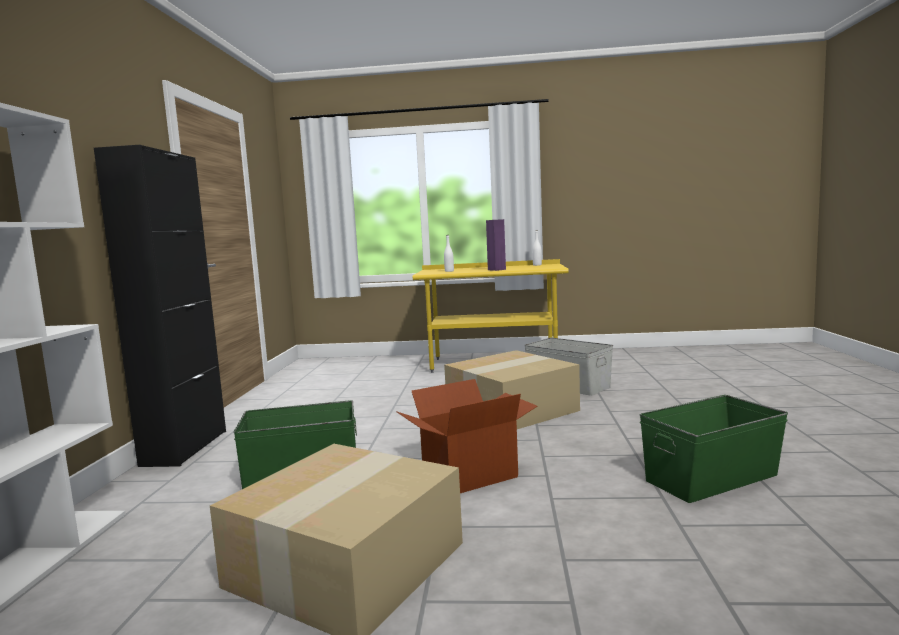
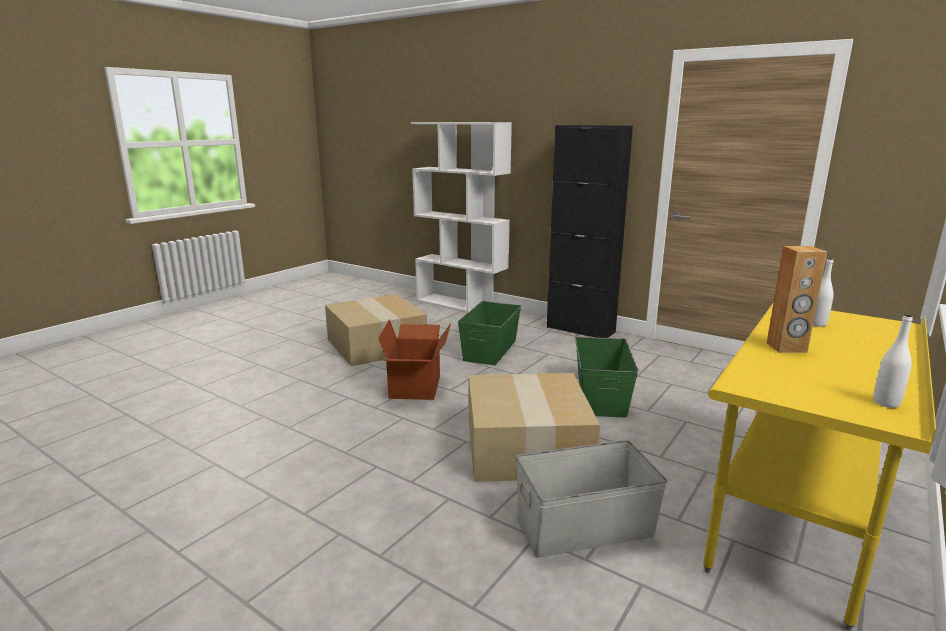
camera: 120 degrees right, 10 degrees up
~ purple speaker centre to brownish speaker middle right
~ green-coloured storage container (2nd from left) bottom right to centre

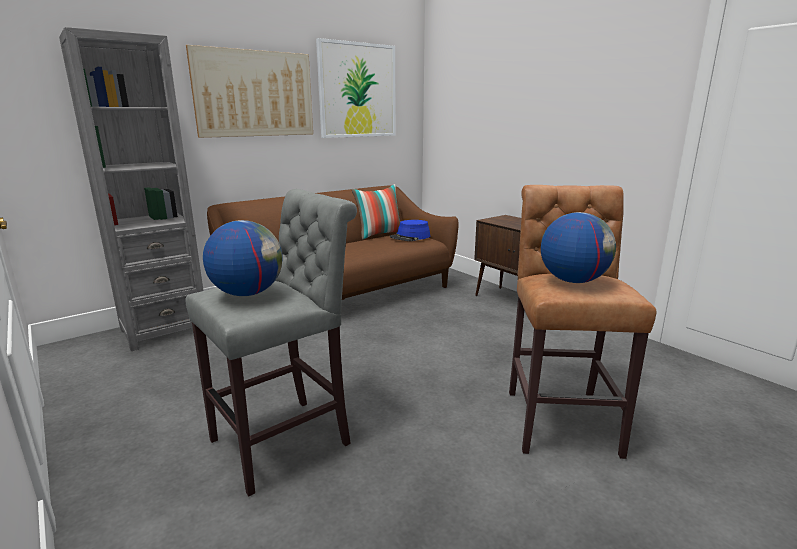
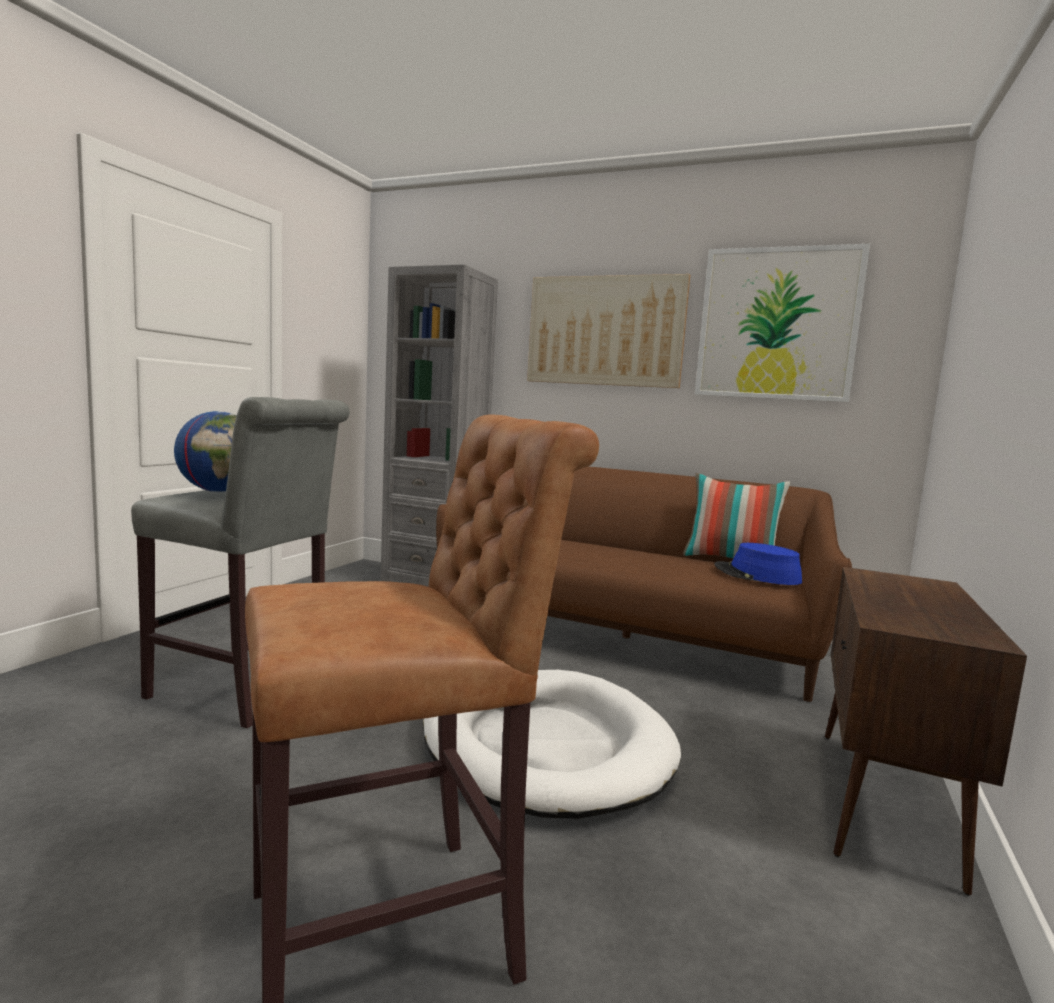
camera: 60 degrees right, 10 degrees down
- globe (2nd from left) middle right
+ white-coloured dog cushion bottom centre

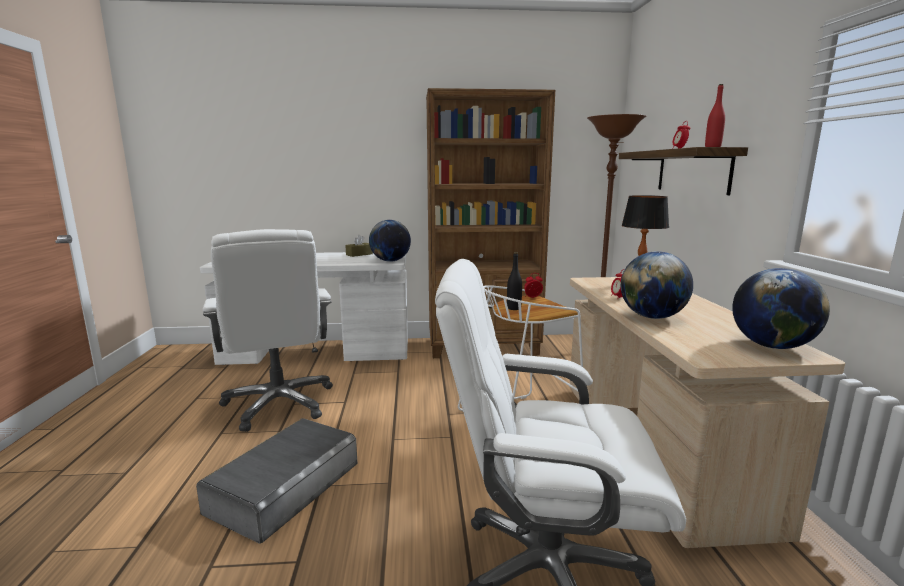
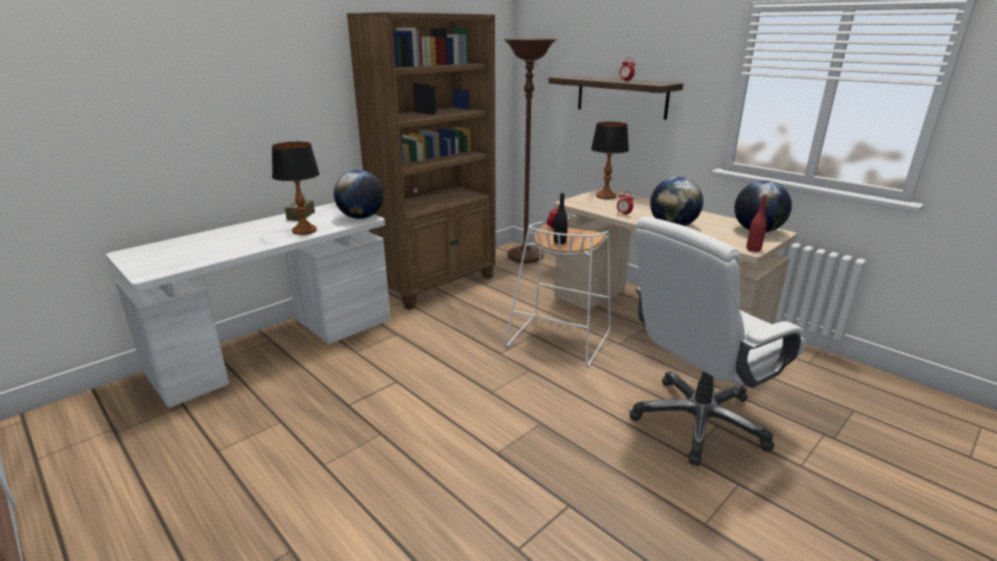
camera: 40 degrees left, 10 degrees up
~ red drink bottle top right to middle right
- white-coloured office chair (1st from left) middle left
- grey storage container bottom left
+ tabletop lamp (1st from left) middle left

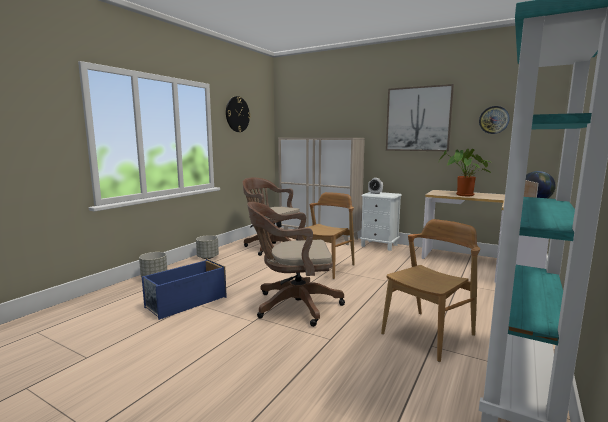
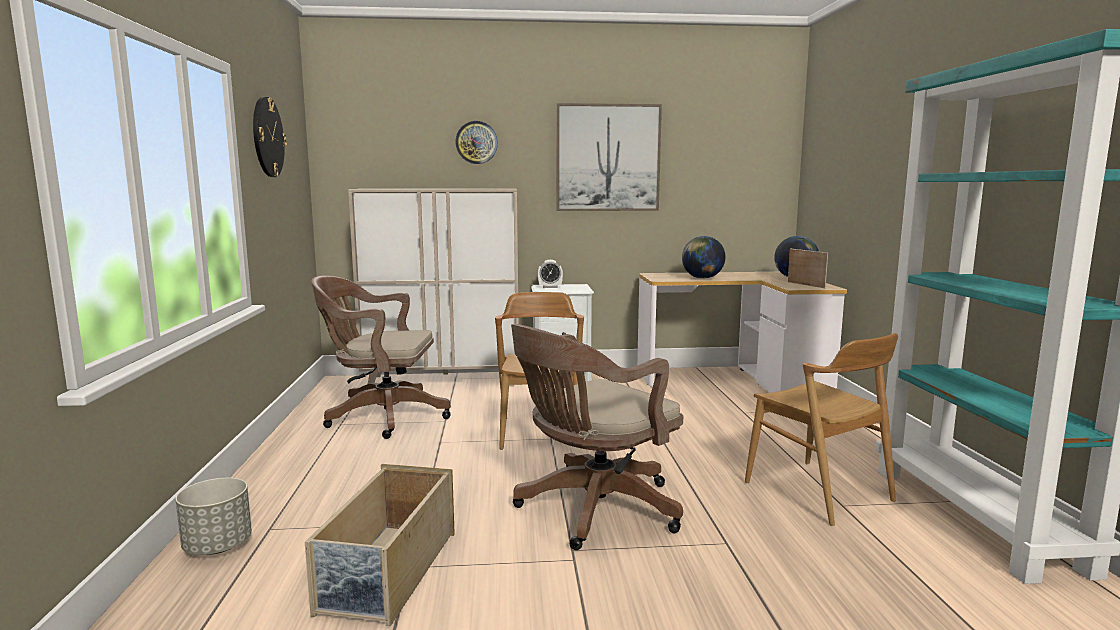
camera: 35 degrees left, 0 degrees up
~ clock on the wall (2nd from left) top right to top centre
~ houseplant middle right to globe (1st from left) centre
~ brownish upright chair (2nd from left) bottom right = bottom right 135 degrees clockwise
- grey plant pot (2nd from left) centre
~ blue storage container bottom left to beige storage container bottom centre

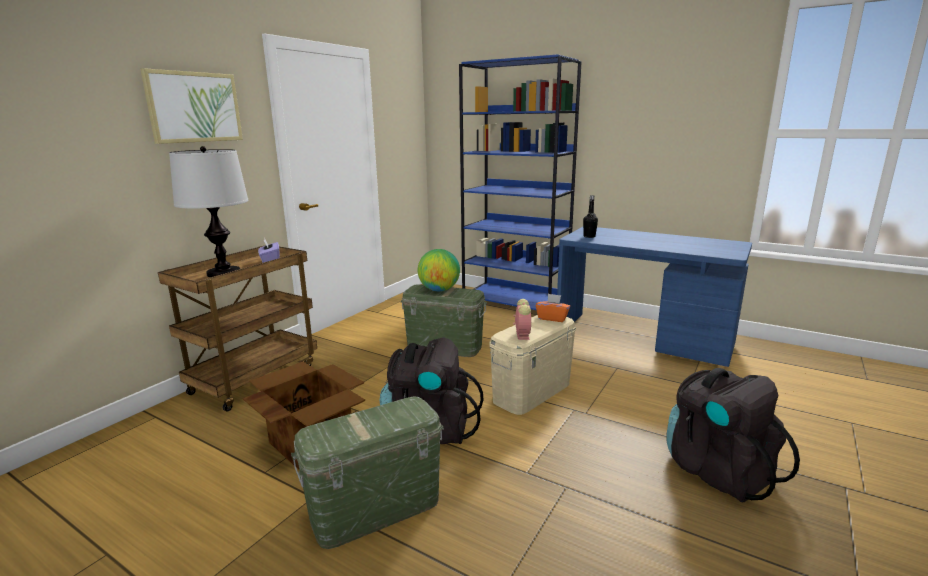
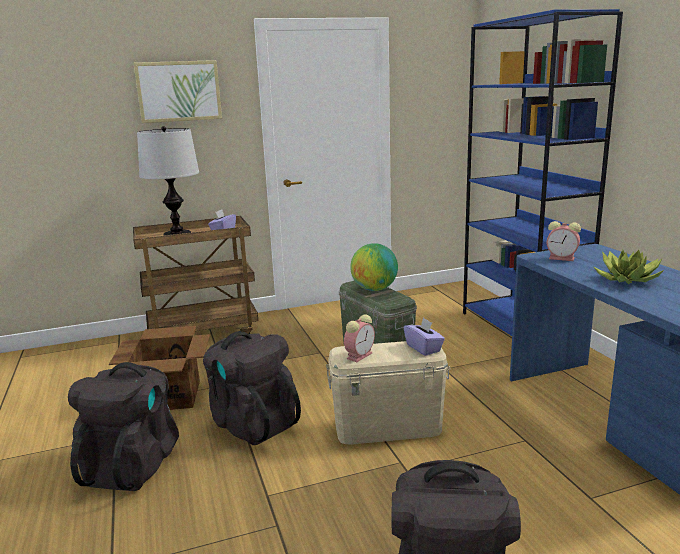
camera: 40 degrees right, 0 degrees up
~ blackish drink bottle centre to table clock (2nd from left) middle right
~ orange tissue box centre to purple tissue box (2nd from left) centre
~ green-coloured storage container (1st from left) bottom centre to blackish backpack (1st from left) bottom left
+ houseplant middle right

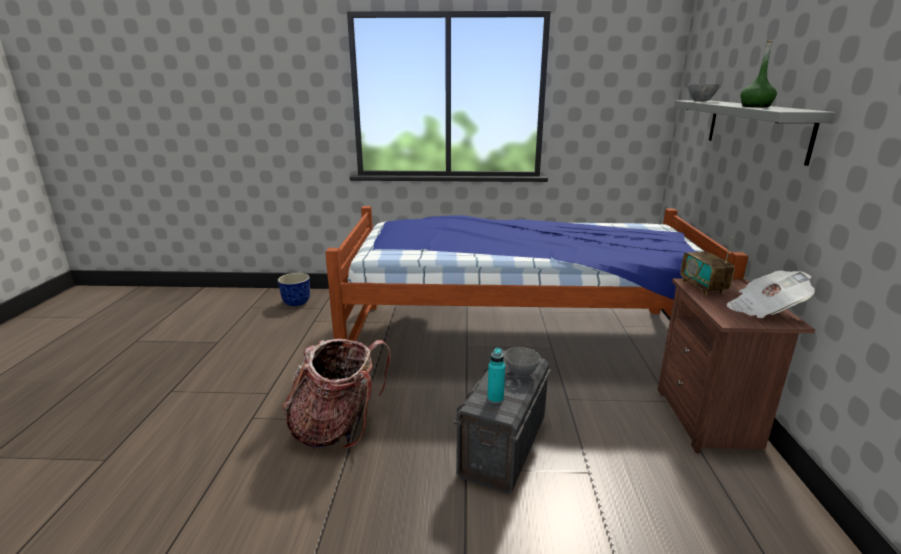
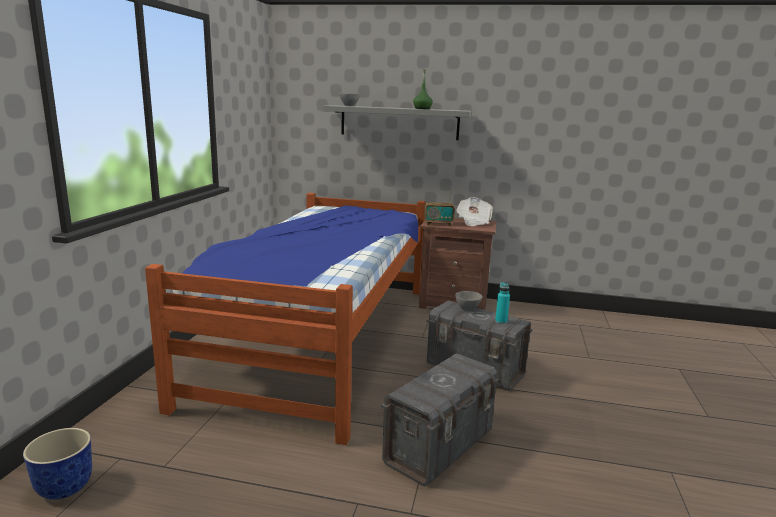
camera: 80 degrees left, 5 degrees down
~ backpack bottom centre to grey storage container (1st from left) bottom centre

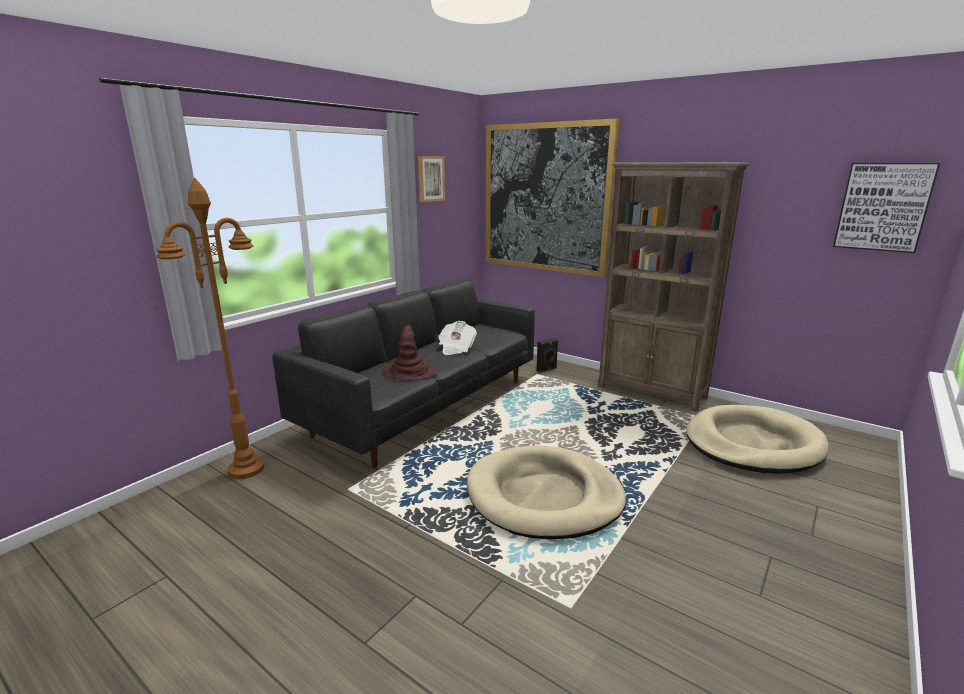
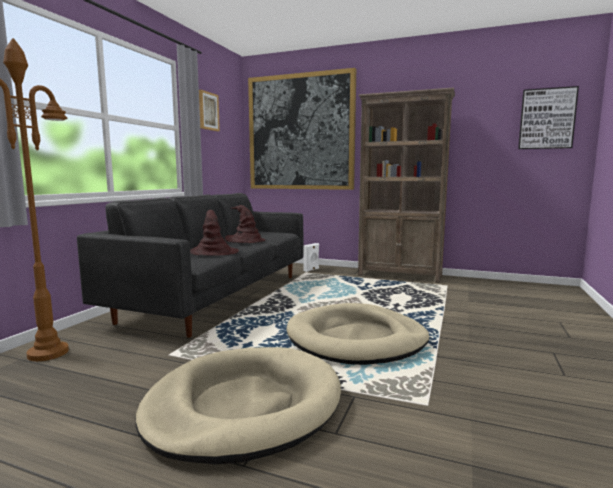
camera: 15 degrees left, 10 degrees down
~ printed paper centre to brownish wearable hat (2nd from left) centre
~ blackish speaker centre to white-coloured speaker centre
~ beige dog cushion (2nd from left in the first image) middle right to beige dog cushion (1st from left) bottom centre

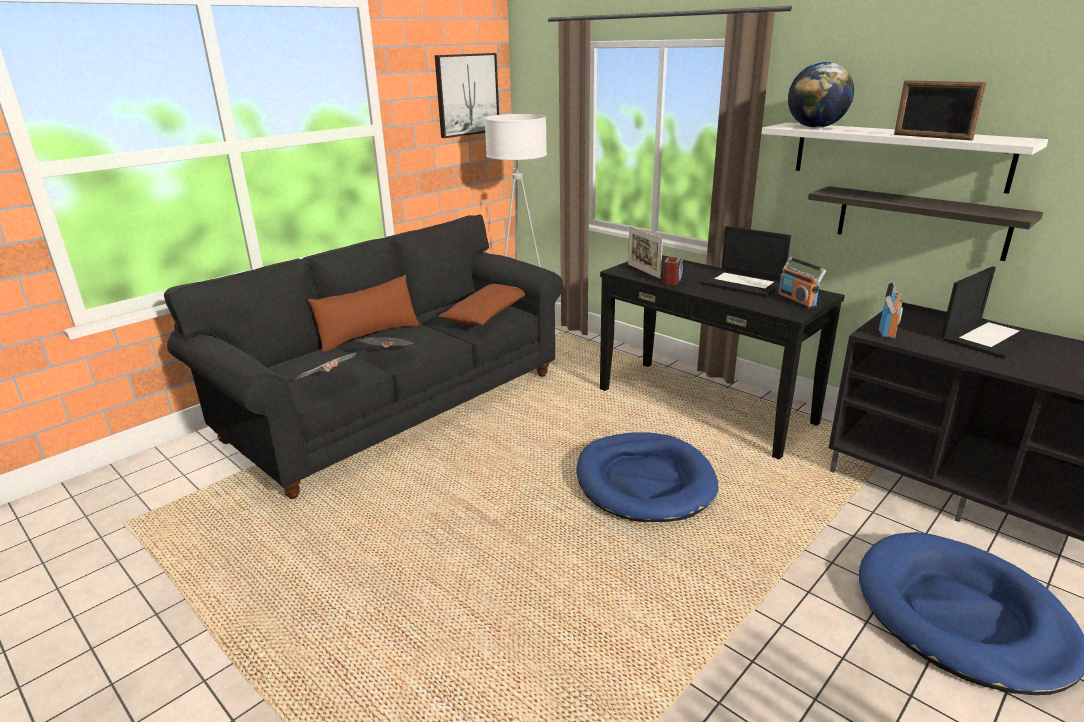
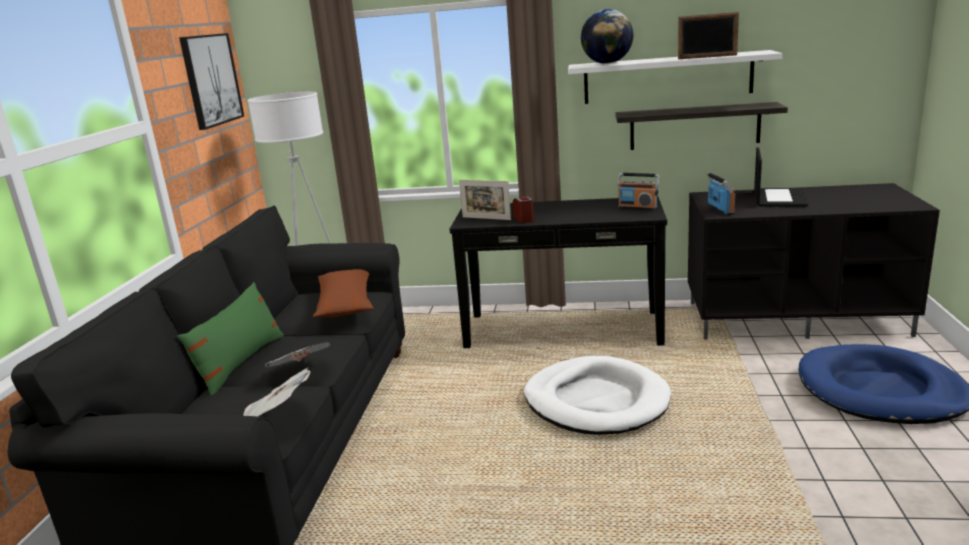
camera: 35 degrees left, 5 degrees down
- portable computer (1st from left) middle right
~ brownish throw pillow (1st from left) centre to green-coloured throw pillow middle left
~ blue dog cushion (1st from left) centre to white-coloured dog cushion bottom centre

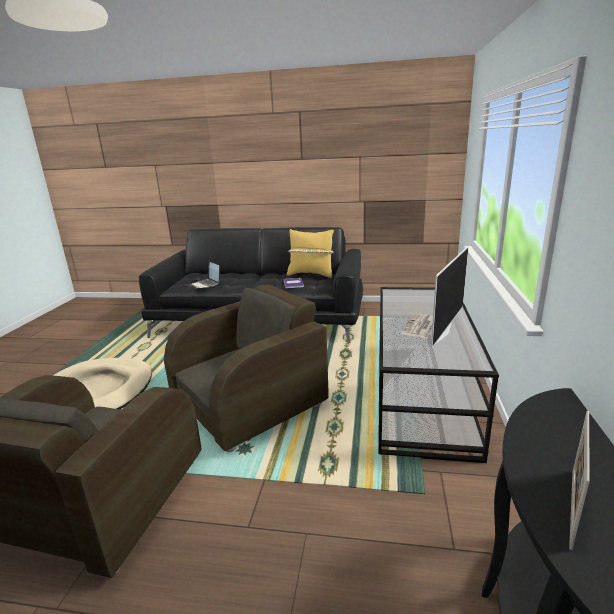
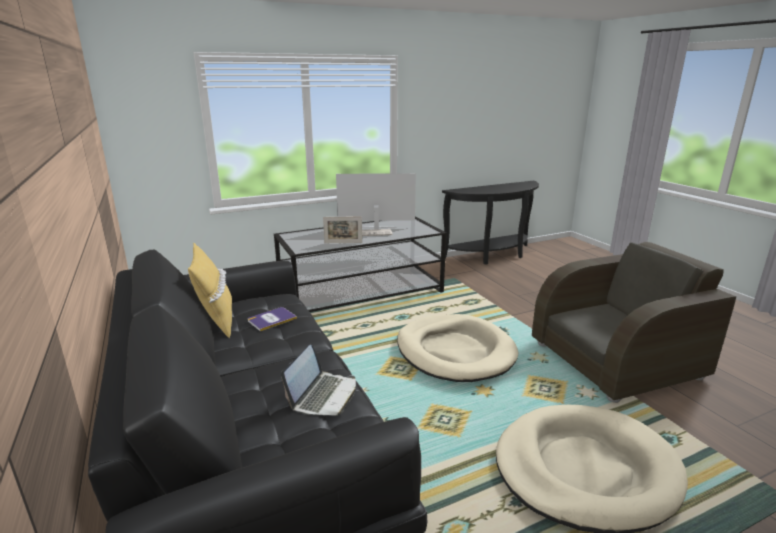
camera: 125 degrees left, 0 degrees up
~ brownish lounge chair (2nd from left) centre to beige dog cushion (1st from left) centre
~ standing frame bottom right to centre

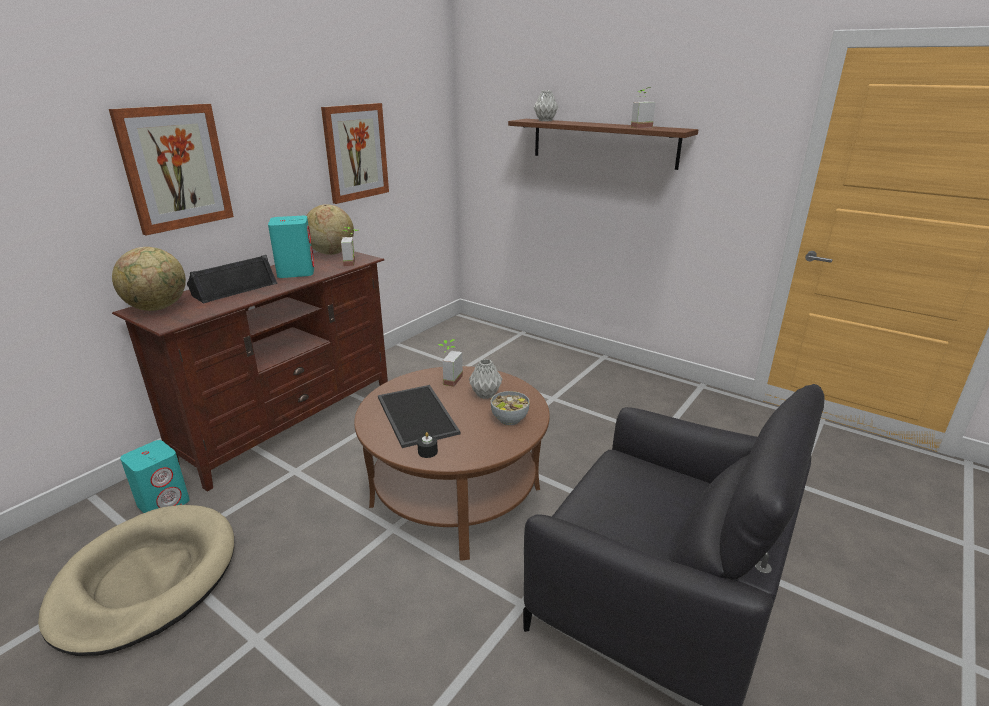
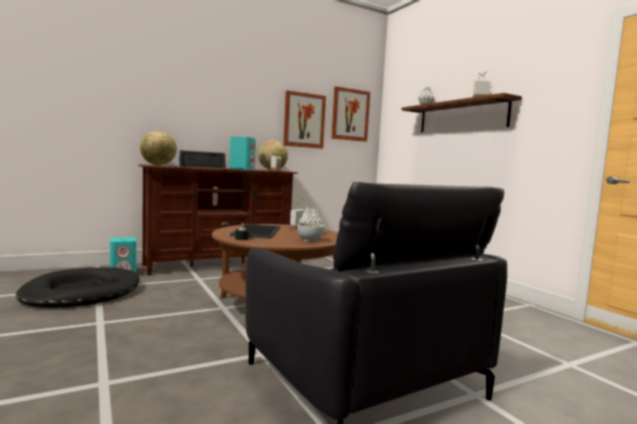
camera: 25 degrees right, 20 degrees down
~ wall art (1st from left in the first image) top left to wall art (2nd from left) top centre
~ beige dog cushion bottom left to blackish dog cushion bottom left

